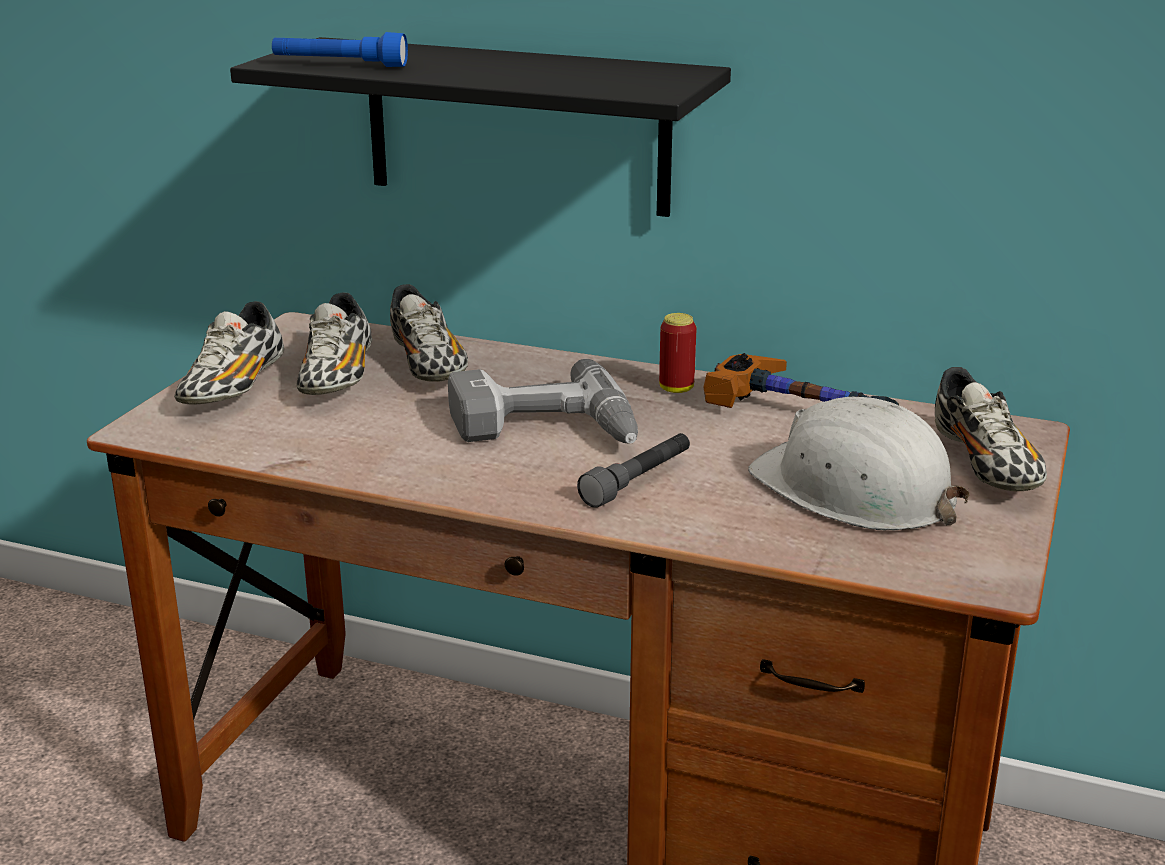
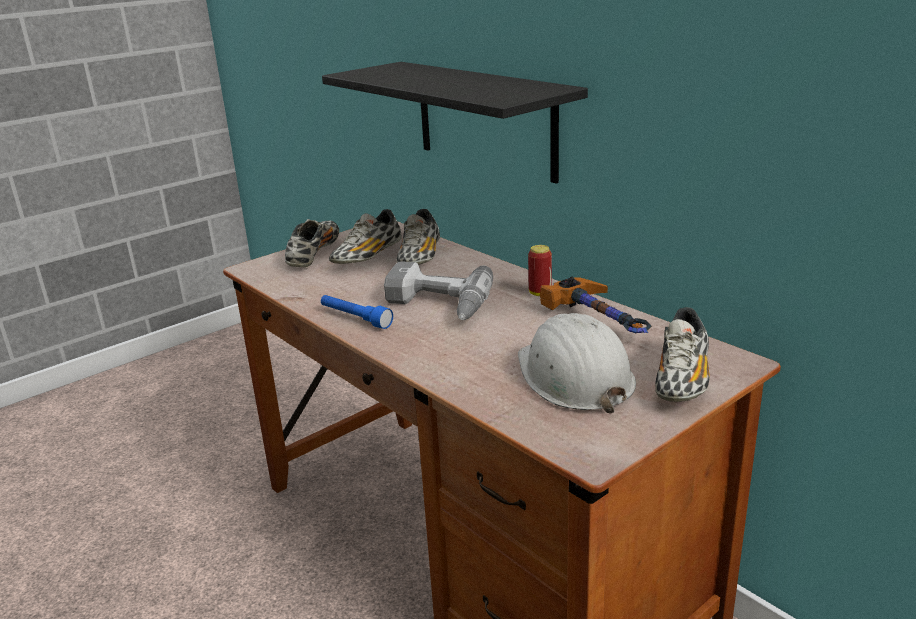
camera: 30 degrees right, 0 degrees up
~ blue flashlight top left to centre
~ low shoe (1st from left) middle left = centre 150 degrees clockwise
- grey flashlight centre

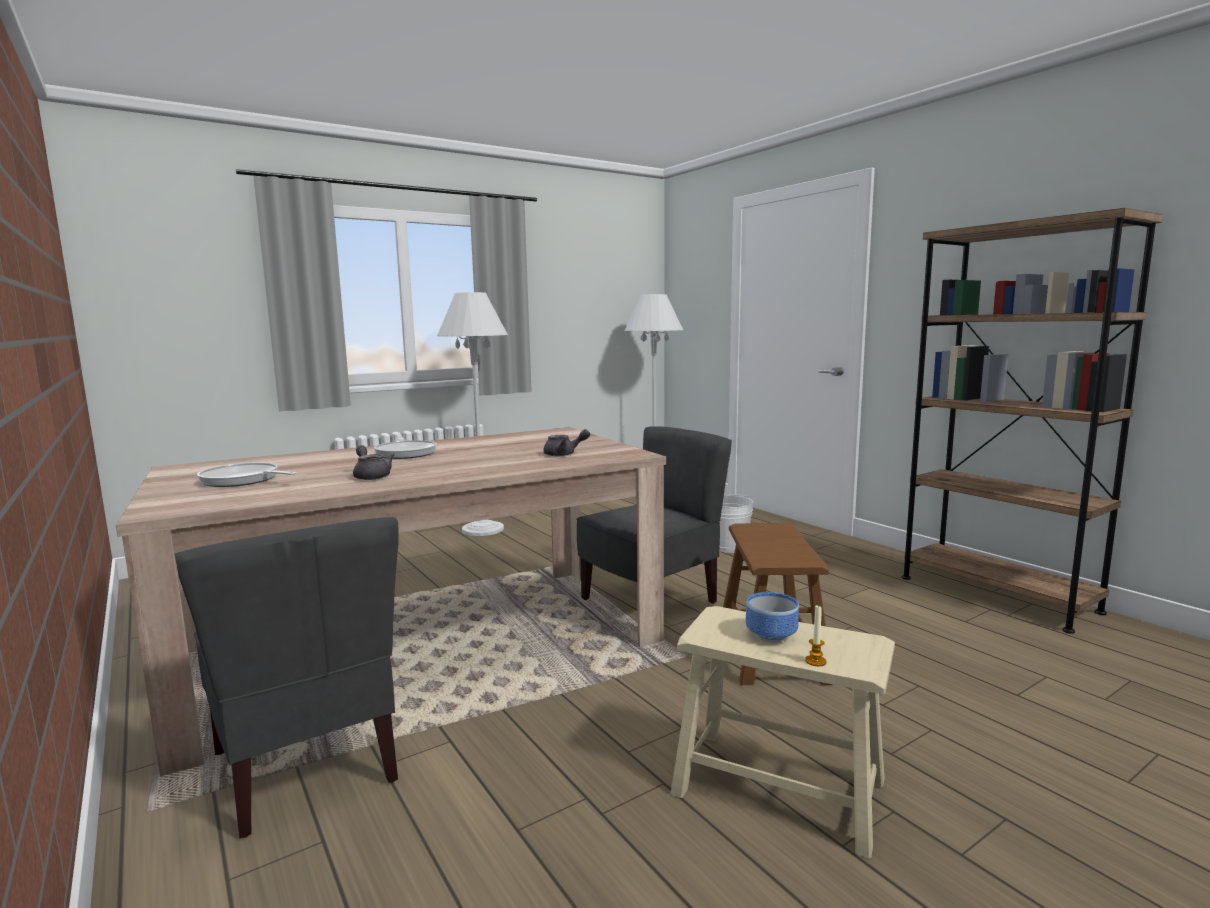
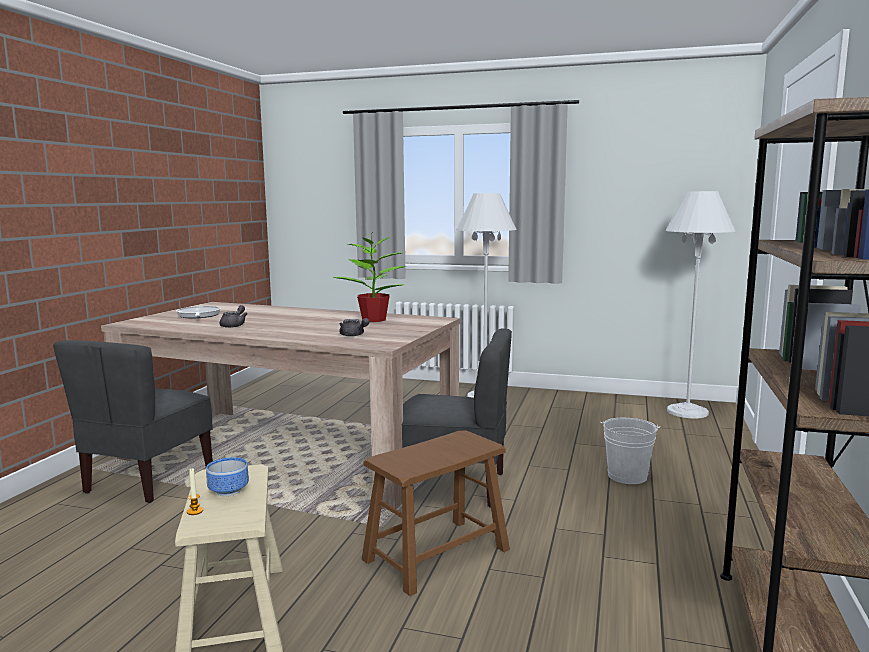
camera: 50 degrees right, 0 degrees up
- frying pan (2nd from left) centre
+ houseplant centre

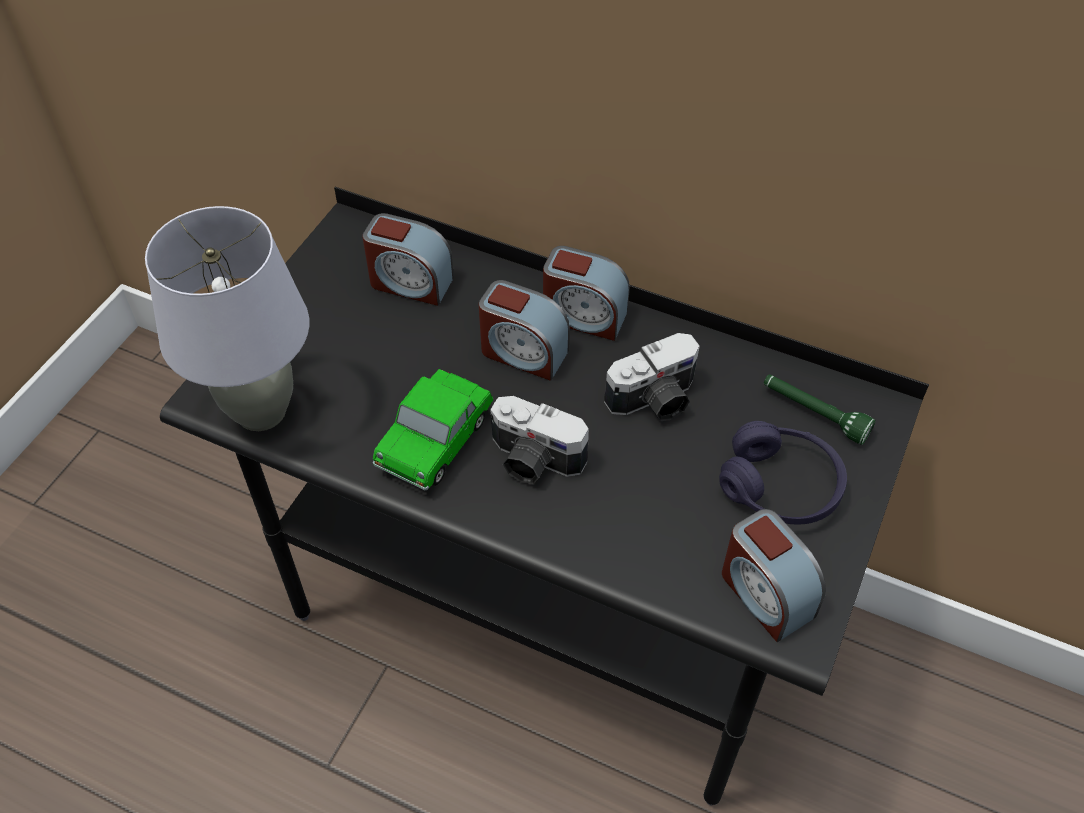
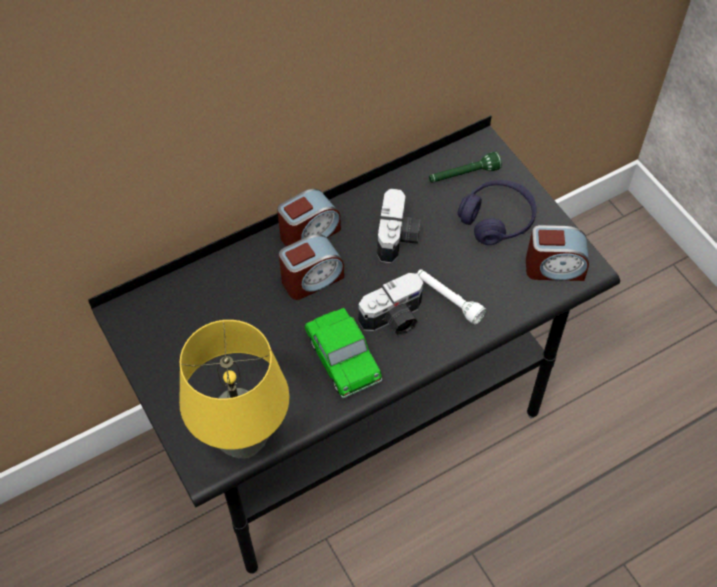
camera: 55 degrees left, 5 degrees up
~ grey tabletop lamp middle left to yellow-coloured tabletop lamp middle left
- table clock (1st from left) top centre
+ white-coloured flashlight centre

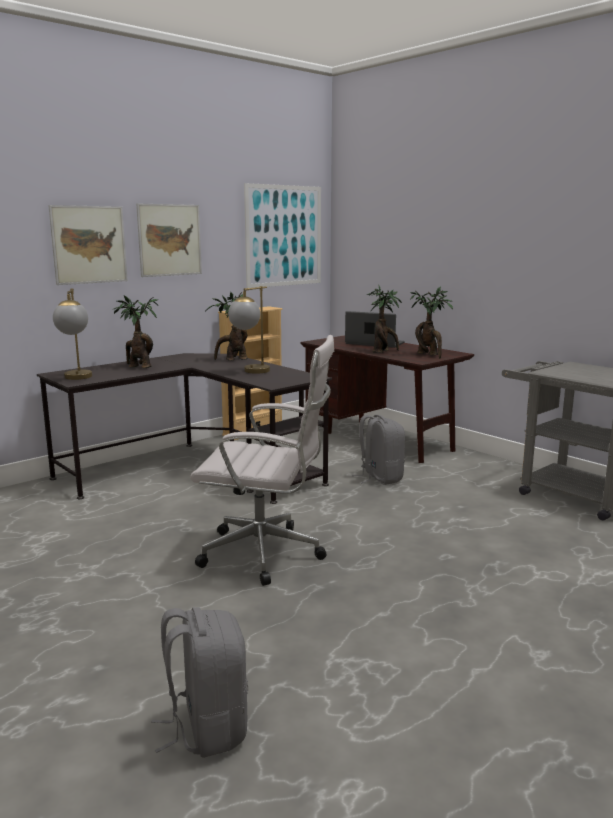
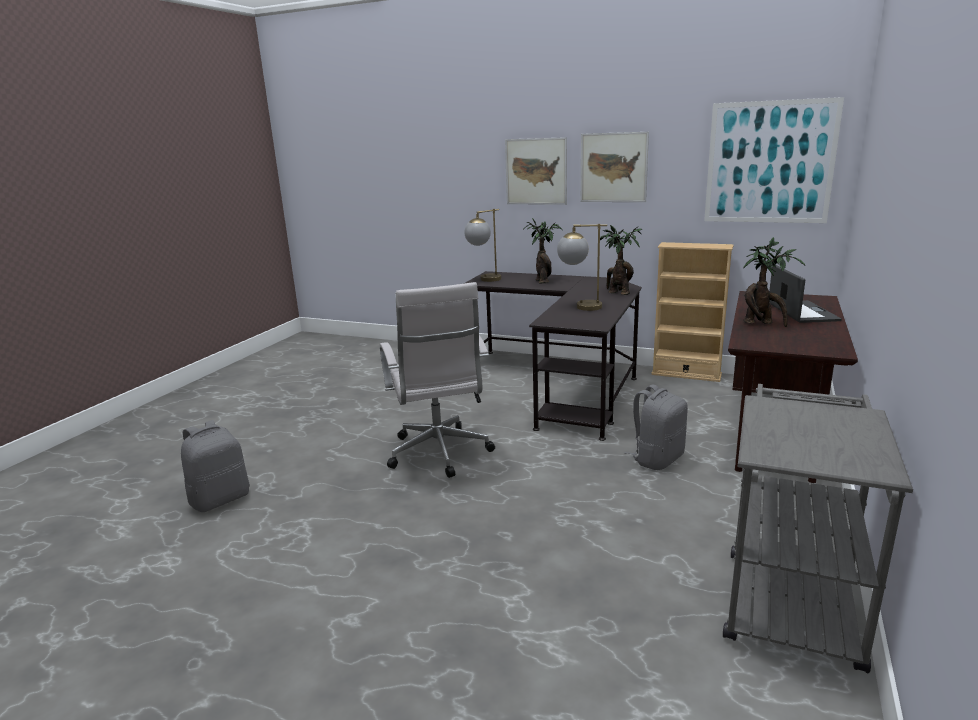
camera: 65 degrees right, 5 degrees up
- houseplant (4th from left) middle right

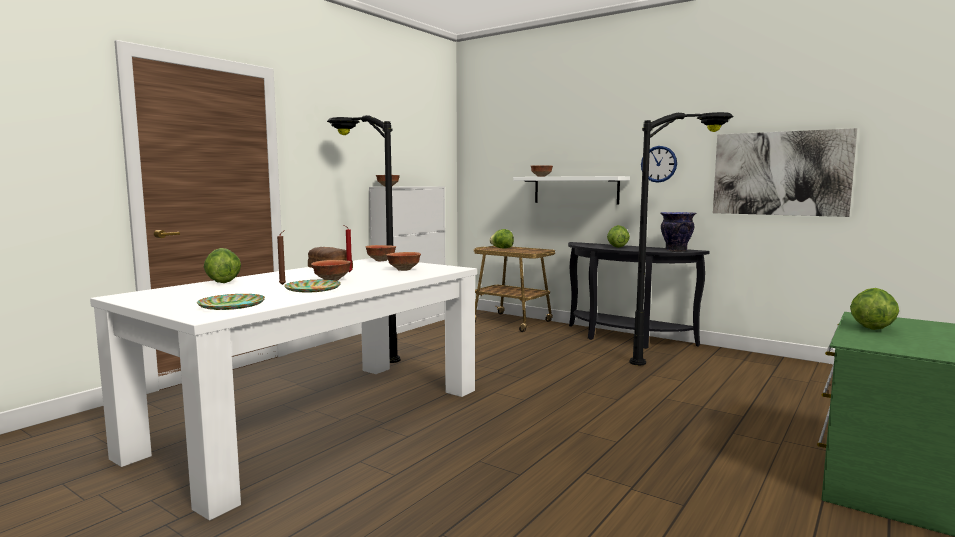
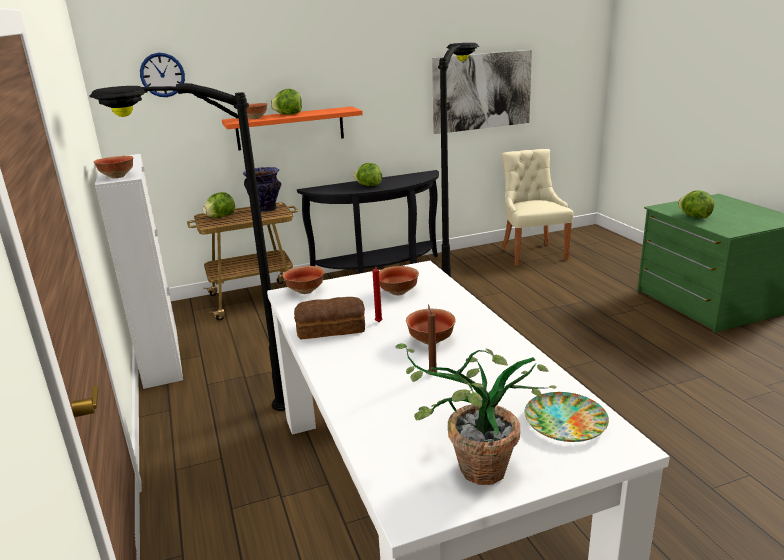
camera: 55 degrees left, 15 degrees up
~ clock on the wall top right to top left
~ white-coloured wall shelf centre to orange wall shelf top centre
~ flower vase middle right to centre
~ head of lettuce (1st from left in the first image) middle left to head of lettuce (2nd from left) top centre
- plate (2nd from left) middle left
+ beige upright chair middle right
+ houseplant bottom centre

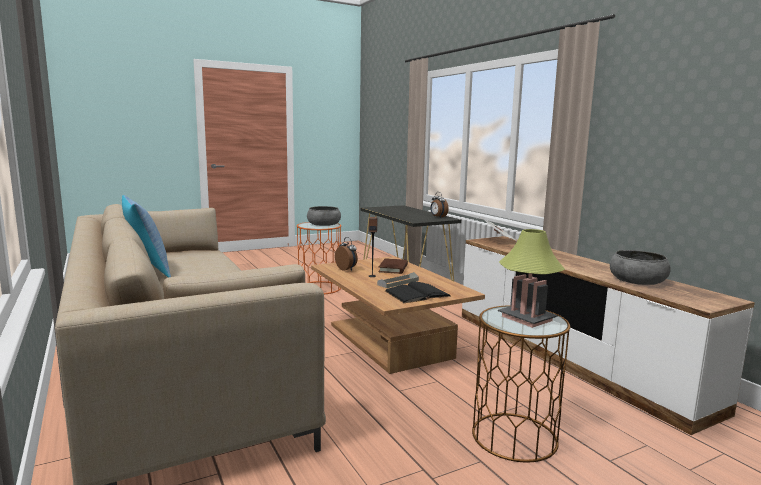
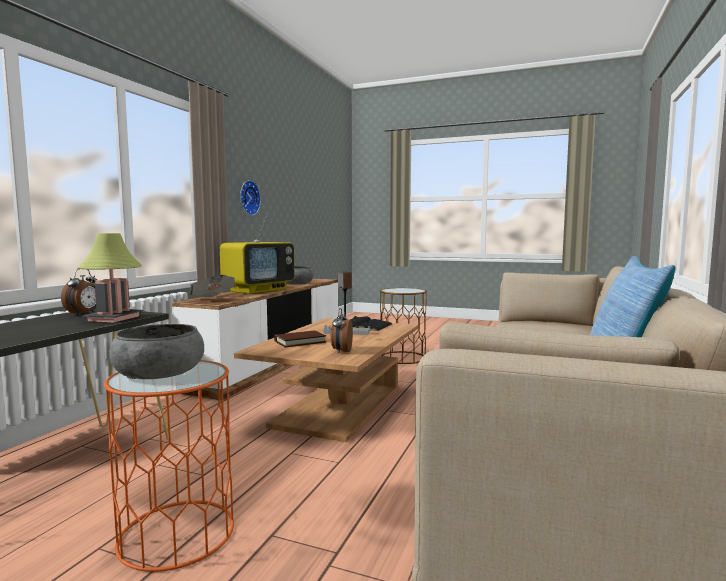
camera: 130 degrees left, 5 degrees down
~ tabletop lamp middle right to middle left
+ clock on the wall centre
+ TV centre

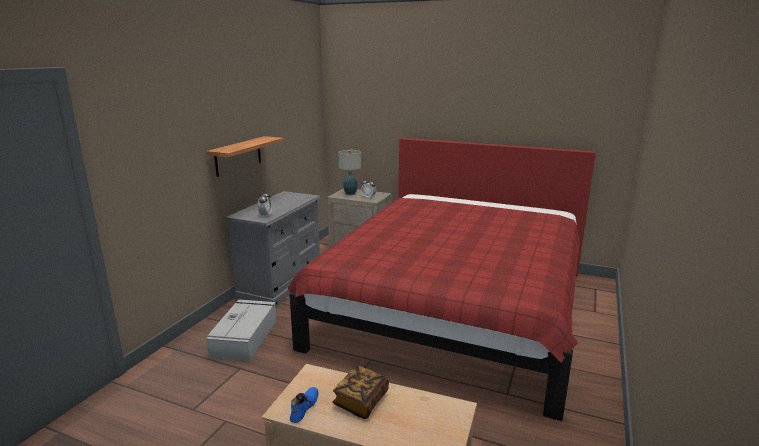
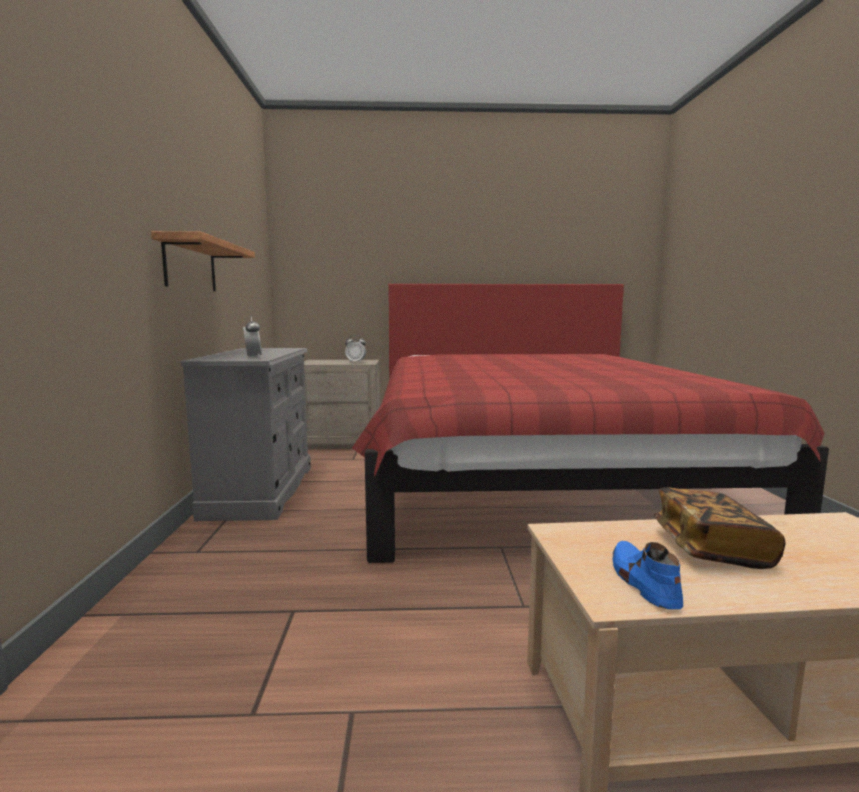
camera: 25 degrees left, 10 degrees down
- tabletop lamp centre
- grey storage container bottom left

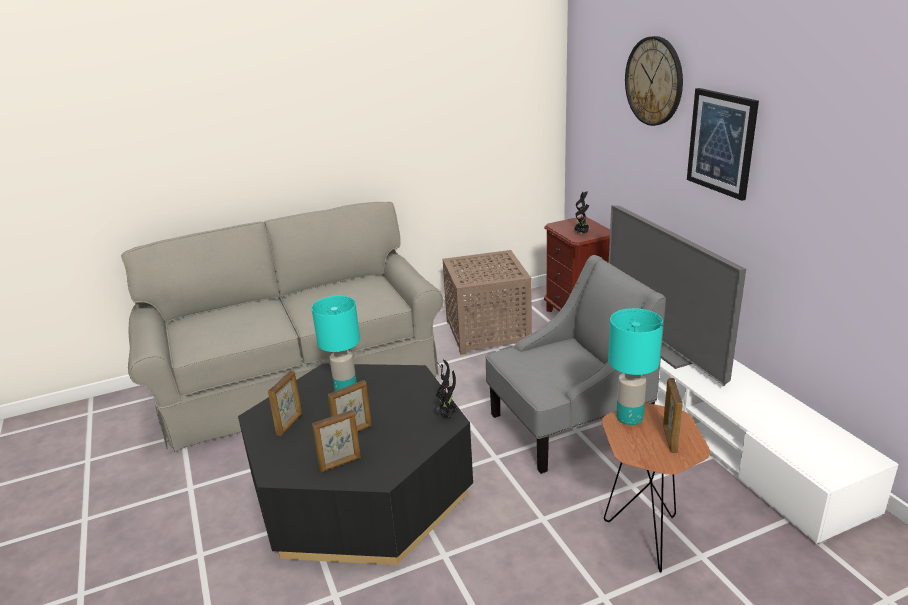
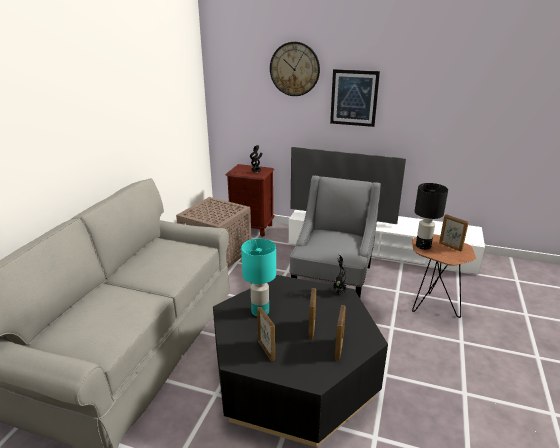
camera: 50 degrees left, 0 degrees up
~ turquoise tabletop lamp (2nd from left) middle right to blackish tabletop lamp middle right

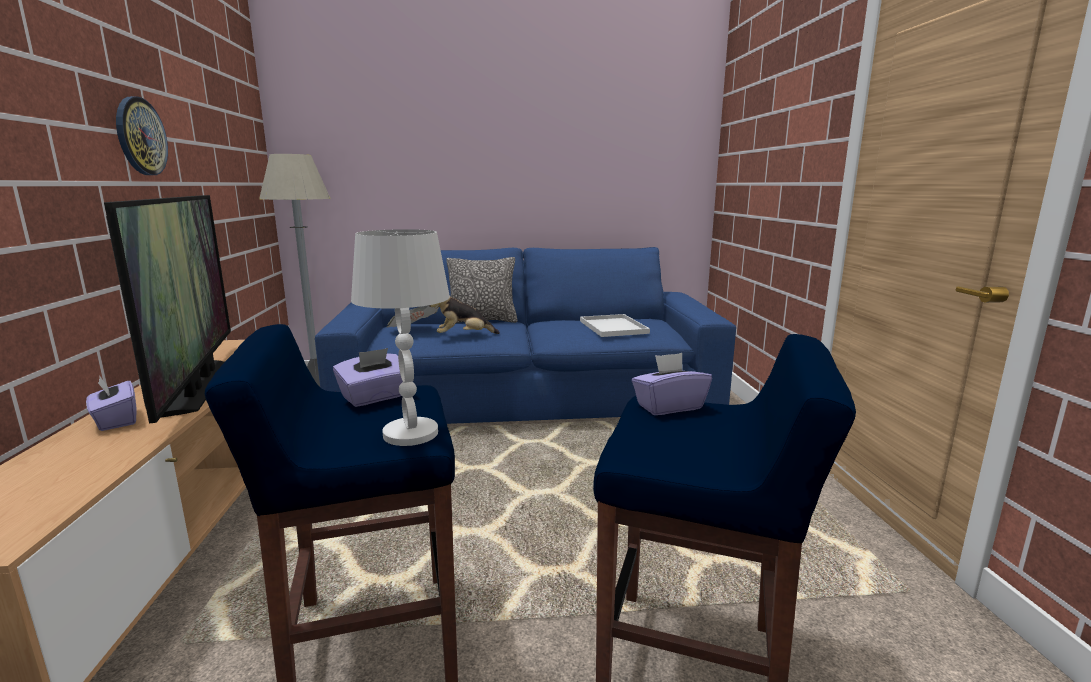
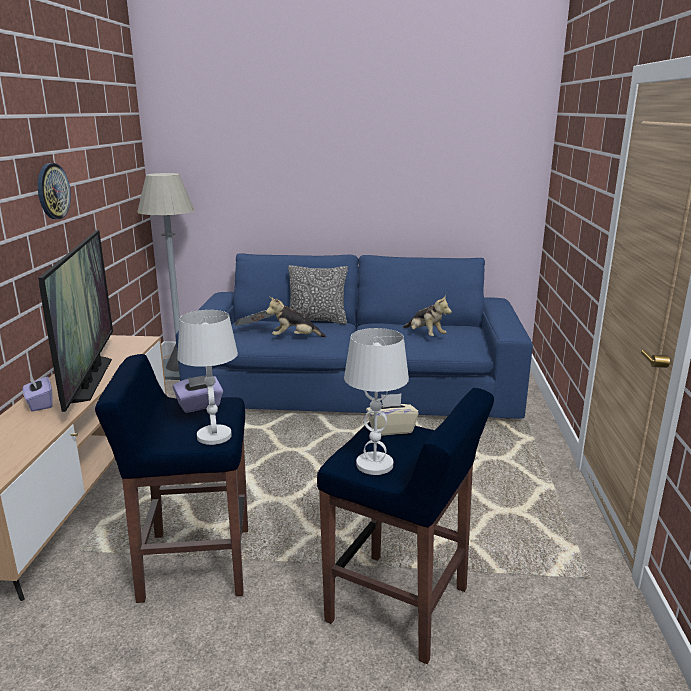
camera: 10 degrees right, 5 degrees up
~ white-coloured tray centre to cuddly toy (2nd from left) centre
~ purple tissue box (3rd from left) centre to beige tissue box centre
+ white-coloured tabletop lamp (2nd from left) centre

